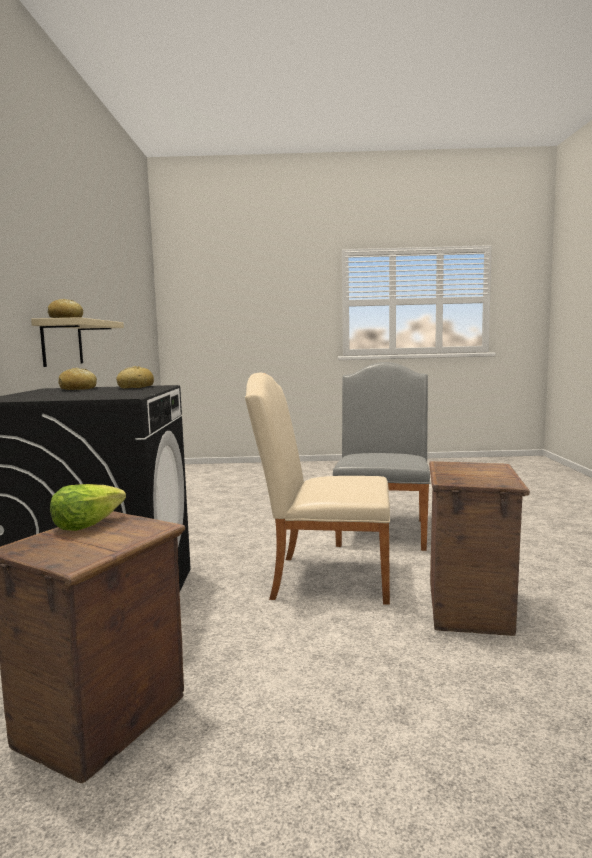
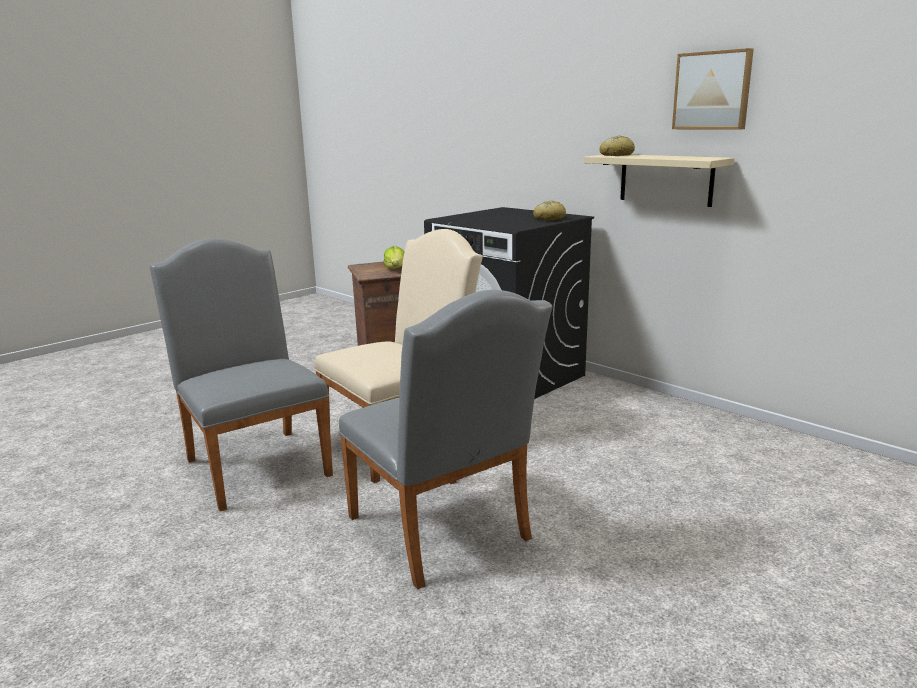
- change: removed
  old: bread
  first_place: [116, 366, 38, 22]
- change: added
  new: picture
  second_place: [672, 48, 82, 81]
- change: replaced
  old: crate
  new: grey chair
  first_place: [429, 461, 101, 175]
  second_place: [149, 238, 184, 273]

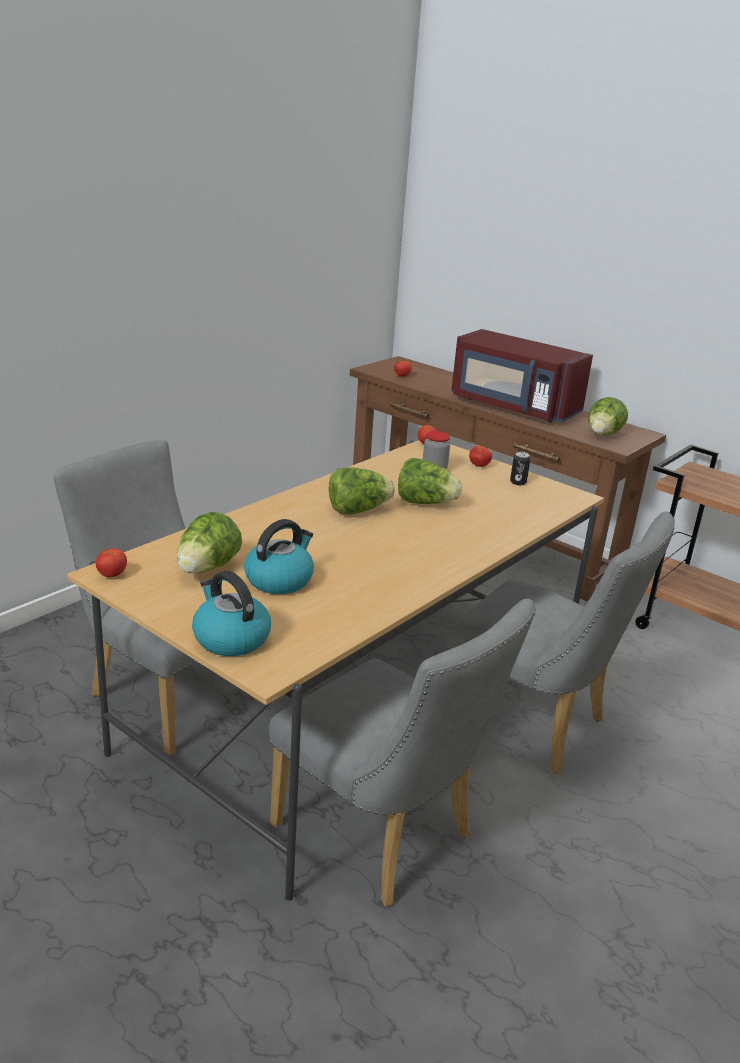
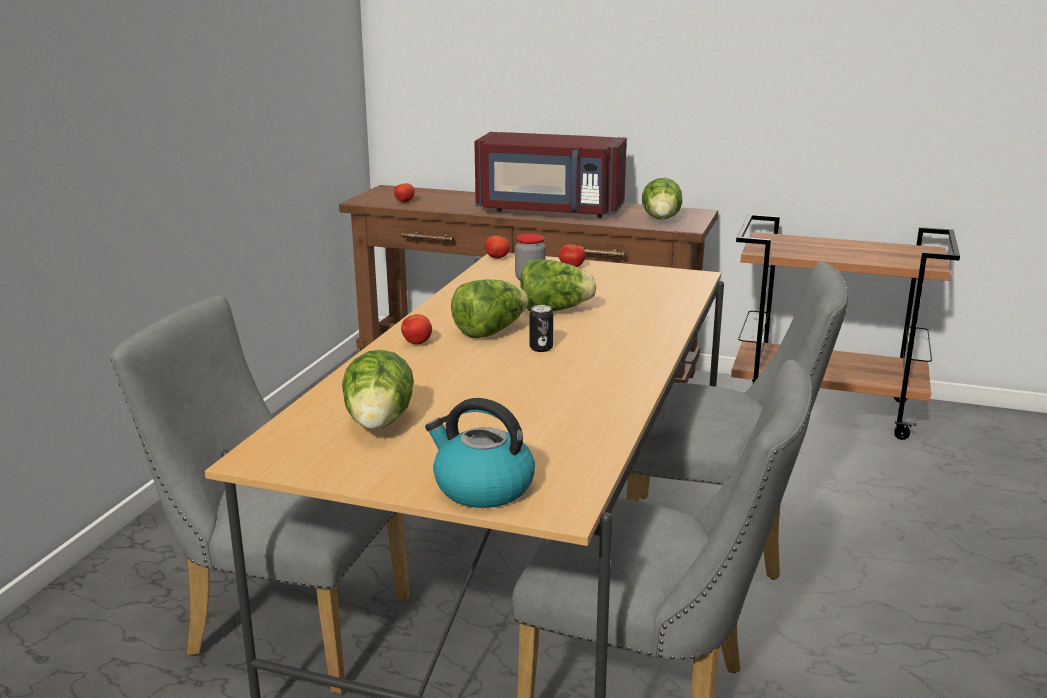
- change: removed
  old: kettle
  first_place: [244, 519, 70, 75]
- change: moved
  old: tomato
  first_place: [96, 548, 31, 30]
  second_place: [401, 314, 31, 31]
- change: moved
  old: can
  first_place: [510, 452, 20, 33]
  second_place: [530, 305, 23, 47]

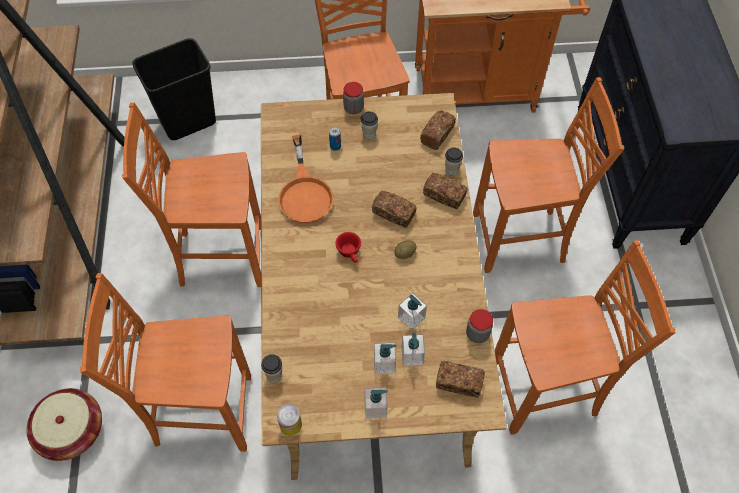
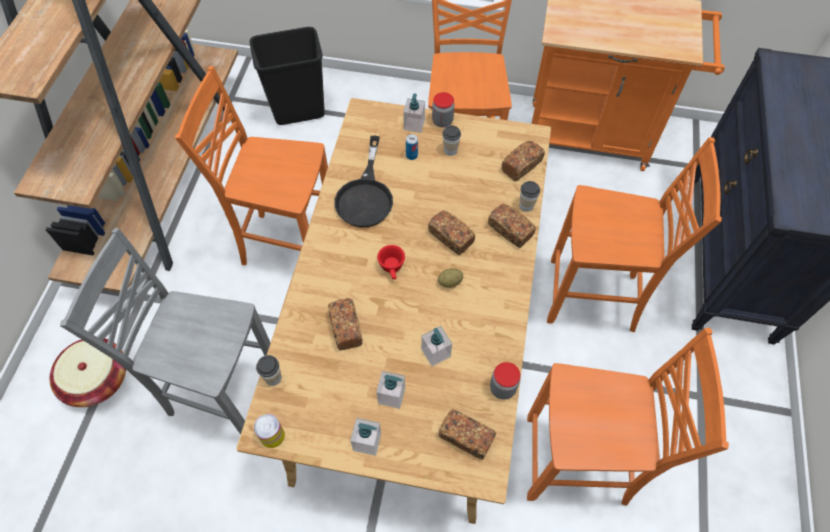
- change: added
  new: bread
  second_place: [328, 298, 35, 52]
- change: moved
  old: soap dispenser
  first_place: [401, 333, 24, 33]
  second_place: [403, 93, 22, 40]
- change: recoloured
  old: orange chair
  new: grey chair
  first_place: [80, 273, 171, 179]
  second_place: [60, 227, 210, 208]
- change: recoloured
  old: orange frying pan
  new: black frying pan
  first_place: [278, 135, 55, 88]
  second_place: [334, 136, 59, 91]

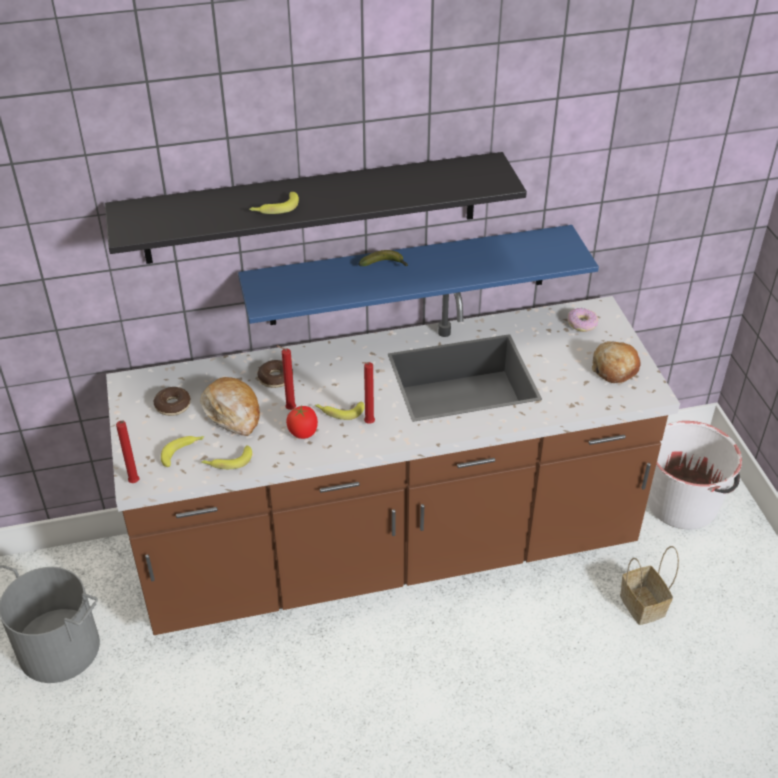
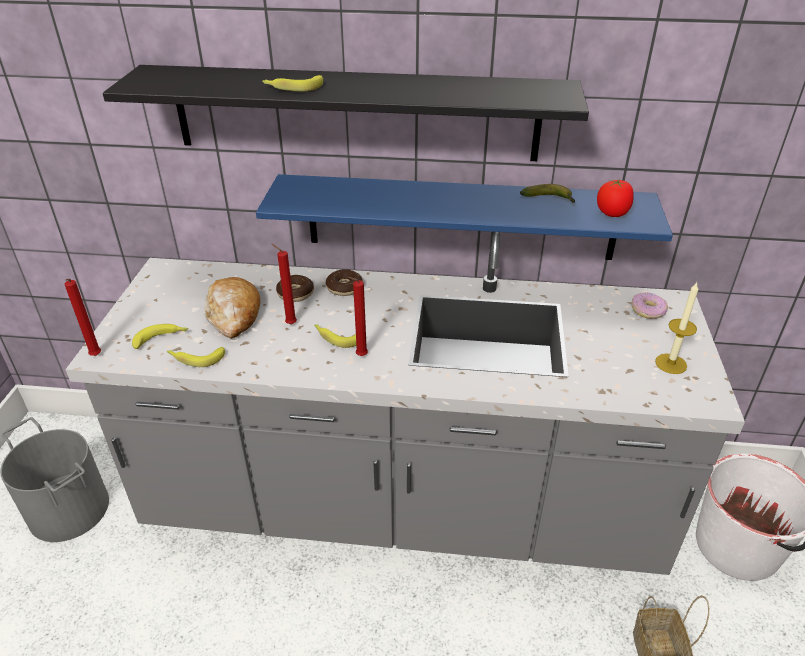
- change: moved
  old: donut
  first_place: [153, 387, 38, 29]
  second_place: [326, 269, 37, 27]
- change: moved
  old: tomato
  first_place: [286, 406, 32, 33]
  second_place: [597, 179, 37, 38]
- change: moved
  old: banana
  first_place: [358, 250, 50, 16]
  second_place: [520, 184, 55, 19]
- change: replaced
  old: bread
  new: candle
  first_place: [592, 341, 49, 42]
  second_place: [655, 283, 44, 91]
- change: recoloured
  old: brown counter
  new: grey counter
  first_place: [106, 292, 574, 343]
  second_place: [65, 232, 680, 343]

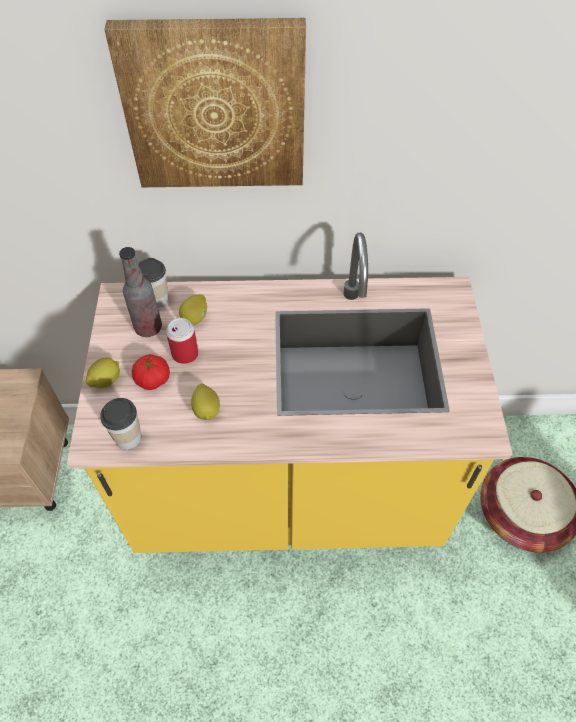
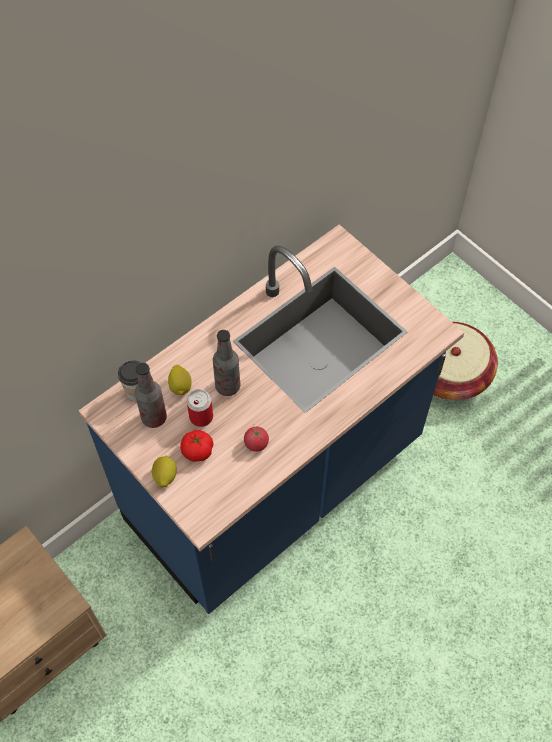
- change: removed
  old: cup
  first_place: [100, 398, 41, 52]
- change: removed
  old: picture
  first_place: [104, 18, 202, 169]
- change: added
  new: bottle
  second_place: [213, 330, 27, 66]
- change: replaced
  old: lemon
  new: tomato
  first_place: [191, 384, 29, 36]
  second_place: [244, 424, 25, 28]
- change: recoloured
  old: yellow counter
  new: blue counter
  first_place: [67, 233, 446, 320]
  second_place: [79, 224, 385, 390]

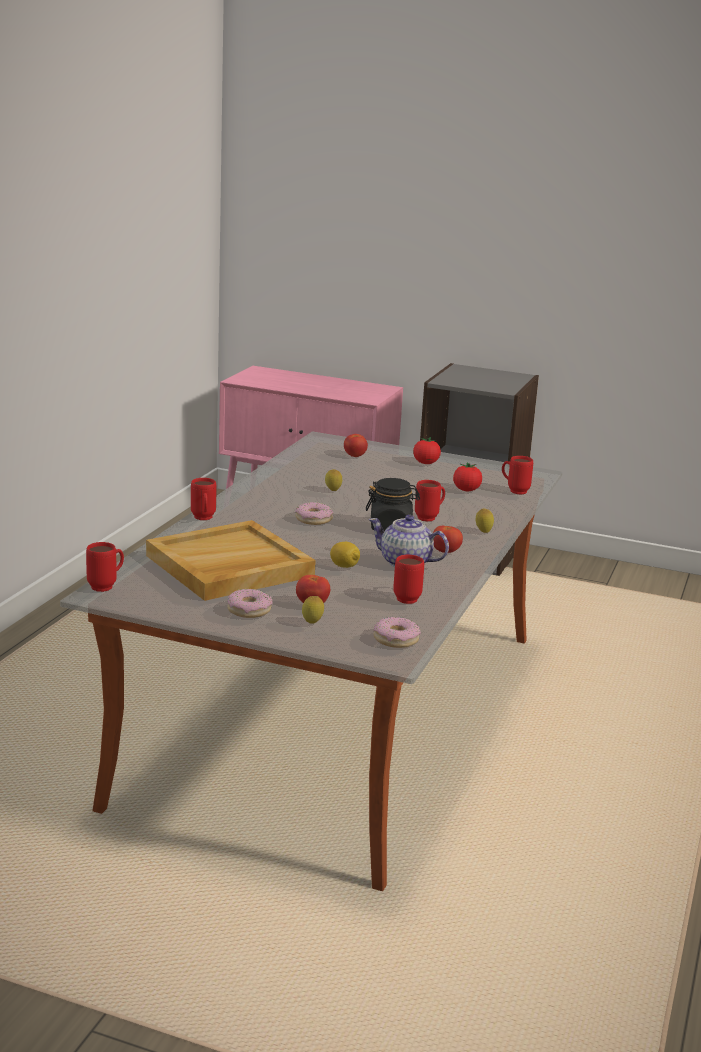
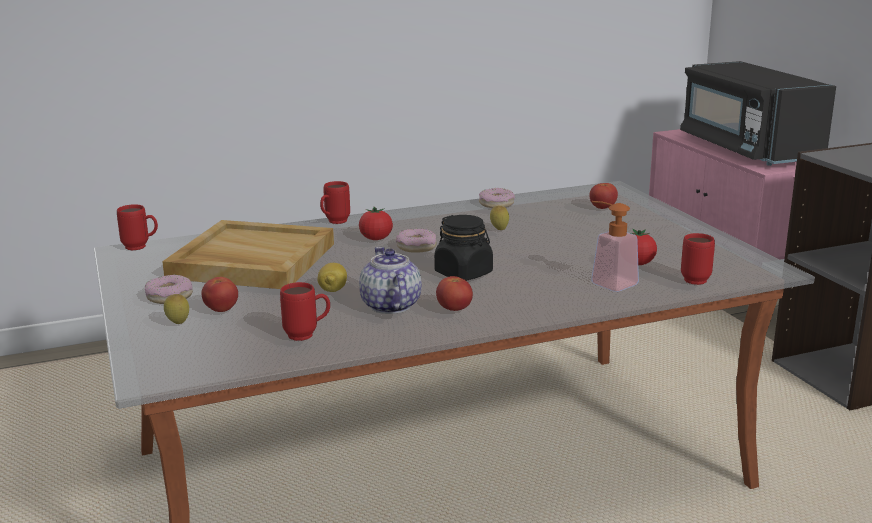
- change: removed
  old: red mug
  first_place: [415, 480, 30, 41]
- change: removed
  old: lemon
  first_place: [476, 508, 18, 25]
- change: added
  new: soap dispenser
  second_place: [591, 201, 48, 91]
- change: added
  new: black microwave
  second_place: [680, 61, 156, 105]
- change: moved
  old: donut
  first_place: [373, 617, 48, 31]
  second_place: [479, 188, 36, 20]
- change: moved
  old: tomato
  first_place: [413, 437, 28, 27]
  second_place: [359, 207, 34, 33]

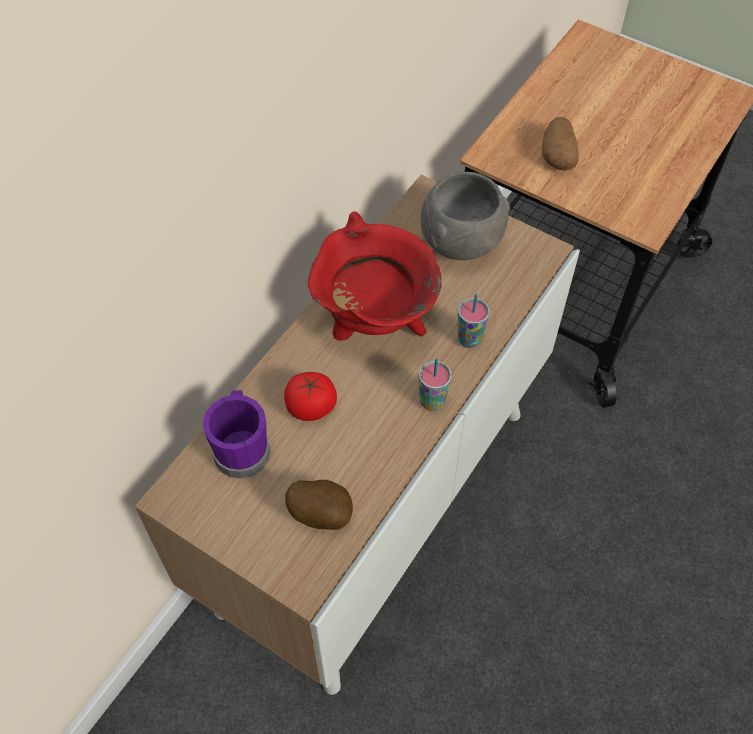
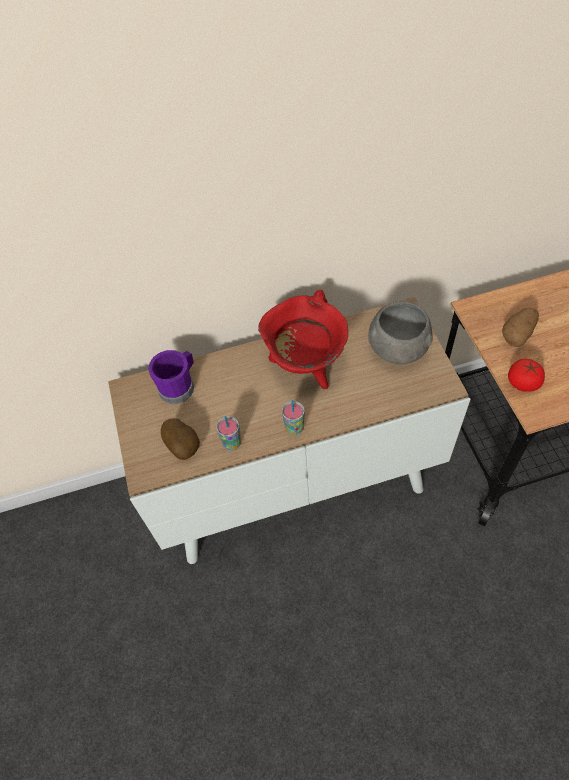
- change: moved
  old: tomato
  first_place: [284, 372, 53, 49]
  second_place: [508, 358, 37, 34]
- change: moved
  old: cup
  first_place: [457, 294, 33, 54]
  second_place: [216, 416, 25, 35]

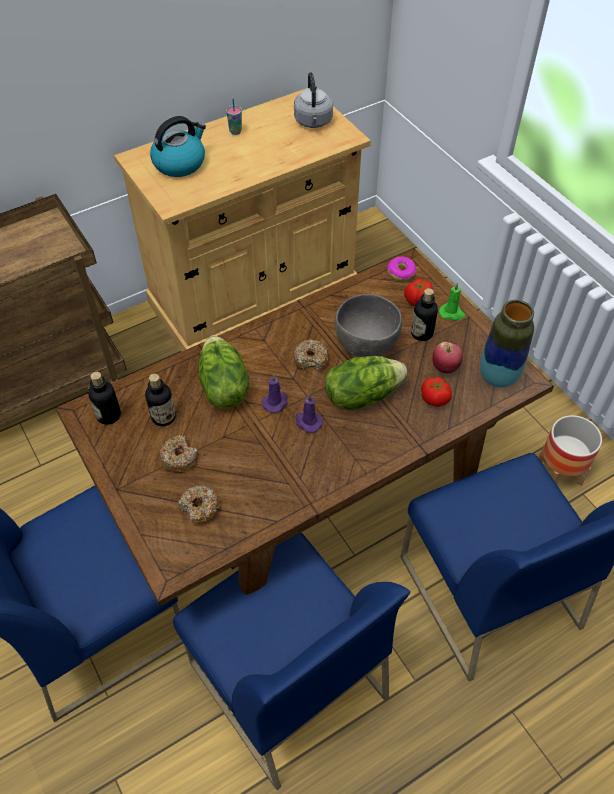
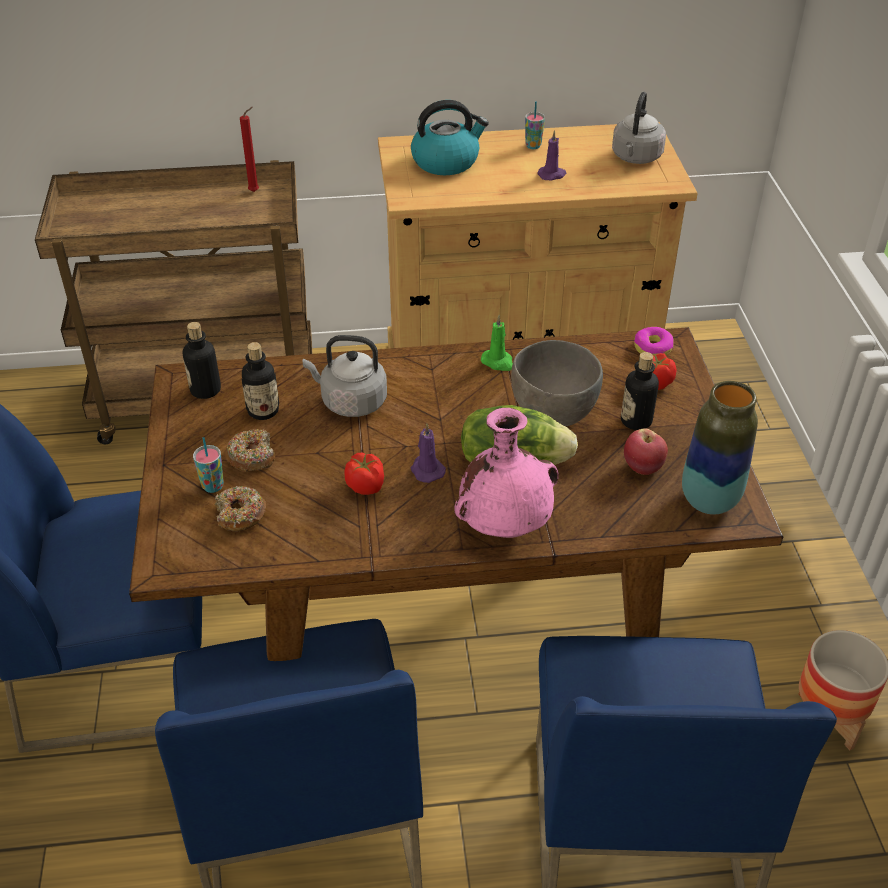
- change: removed
  old: donut
  first_place: [293, 340, 36, 30]
- change: added
  new: cup
  second_place: [193, 437, 31, 56]
- change: added
  new: red candle
  second_place: [240, 107, 19, 85]
- change: added
  new: pink vase
  second_place: [454, 408, 105, 130]
- change: moved
  old: purple candle
  first_place: [262, 374, 26, 39]
  second_place: [537, 130, 30, 51]
- change: moved
  old: tomato
  first_place: [421, 377, 31, 30]
  second_place: [345, 452, 39, 43]
- change: moved
  old: green candle
  first_place: [439, 282, 27, 39]
  second_place: [481, 315, 32, 56]
- change: replaced
  old: lettuce
  new: grey kettle
  first_place: [198, 336, 51, 73]
  second_place: [303, 335, 84, 82]

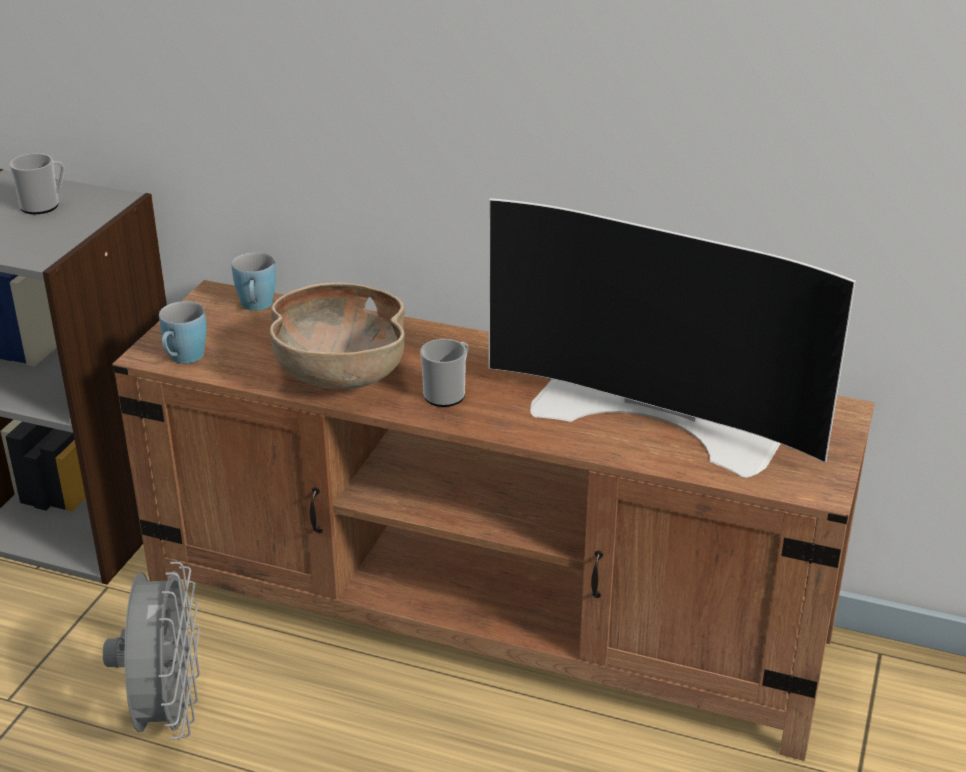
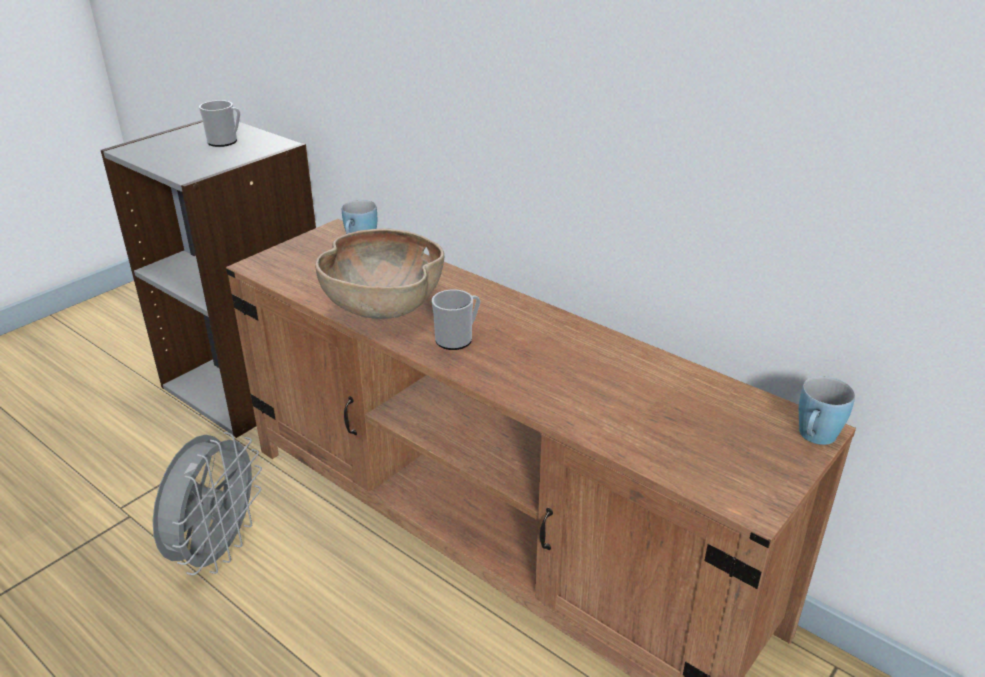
- change: removed
  old: television
  first_place: [489, 198, 367, 280]
- change: moved
  old: blue mug
  first_place: [159, 301, 48, 62]
  second_place: [799, 376, 56, 69]

